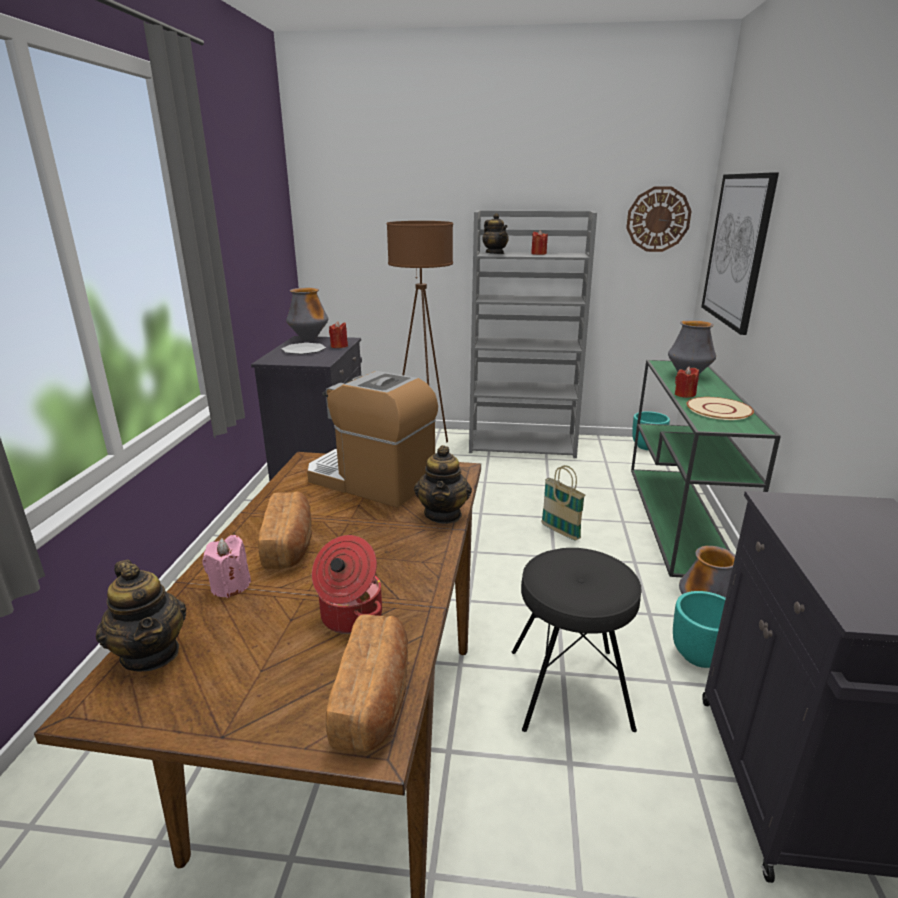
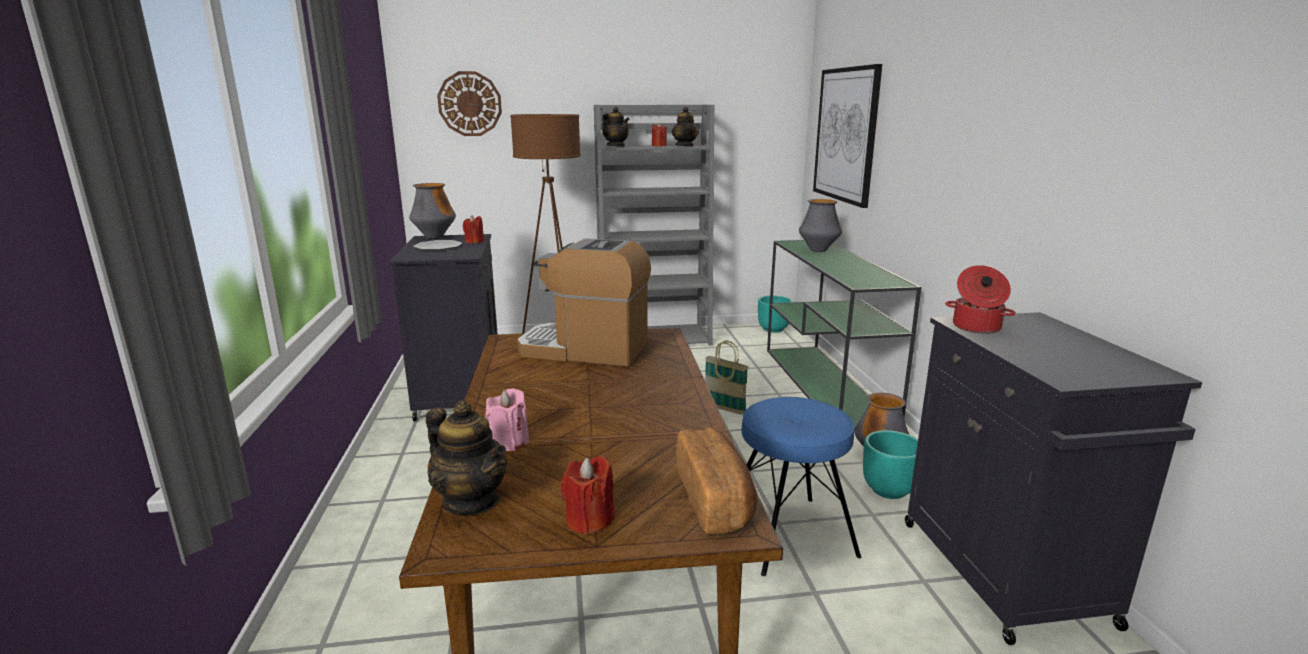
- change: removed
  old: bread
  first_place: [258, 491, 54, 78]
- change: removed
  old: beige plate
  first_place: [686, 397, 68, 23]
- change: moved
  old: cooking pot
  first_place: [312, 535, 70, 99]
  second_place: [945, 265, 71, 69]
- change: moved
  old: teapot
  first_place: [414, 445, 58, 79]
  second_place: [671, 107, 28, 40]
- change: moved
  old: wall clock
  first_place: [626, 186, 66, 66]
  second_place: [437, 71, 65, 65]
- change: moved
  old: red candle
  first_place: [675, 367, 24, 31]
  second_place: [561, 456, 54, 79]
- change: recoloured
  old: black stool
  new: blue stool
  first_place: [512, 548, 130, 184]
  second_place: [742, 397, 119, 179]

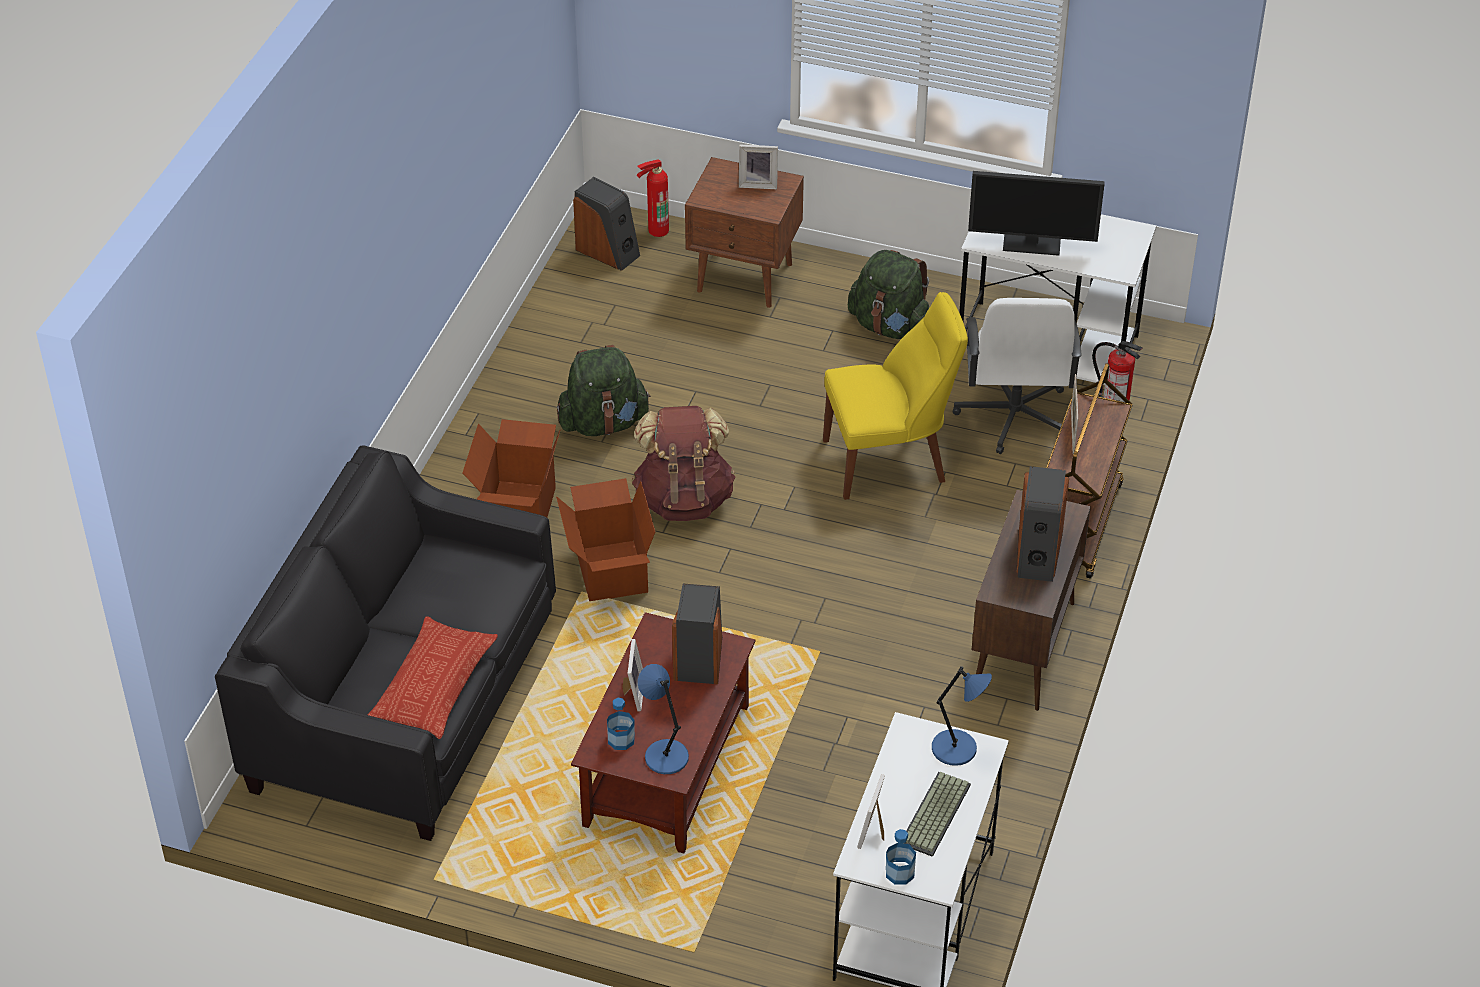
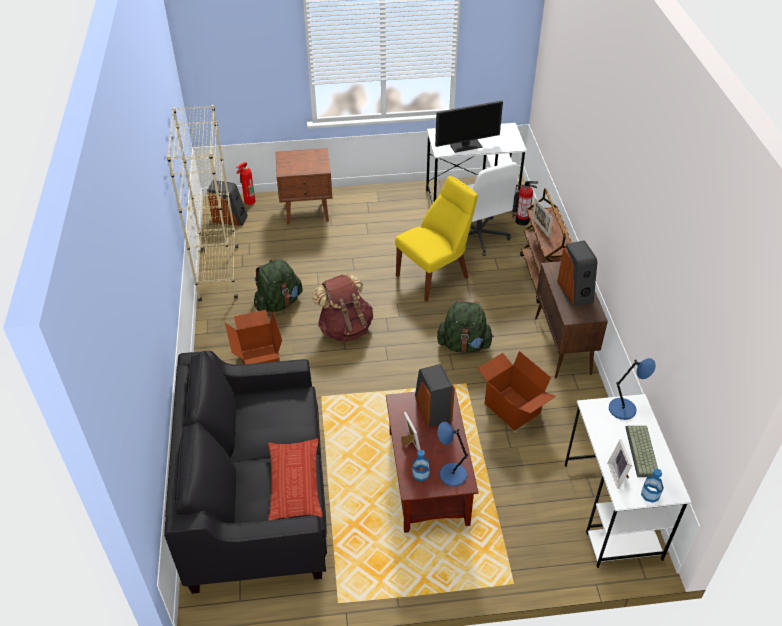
- change: removed
  old: picture frame
  first_place: [739, 144, 39, 45]
- change: added
  new: beige bookcase
  second_place: [167, 105, 71, 196]
- change: moved
  old: cardboard box
  first_place: [556, 478, 99, 123]
  second_place: [478, 351, 78, 80]
- change: moved
  old: green backpack
  first_place: [848, 250, 82, 89]
  second_place: [437, 301, 57, 52]

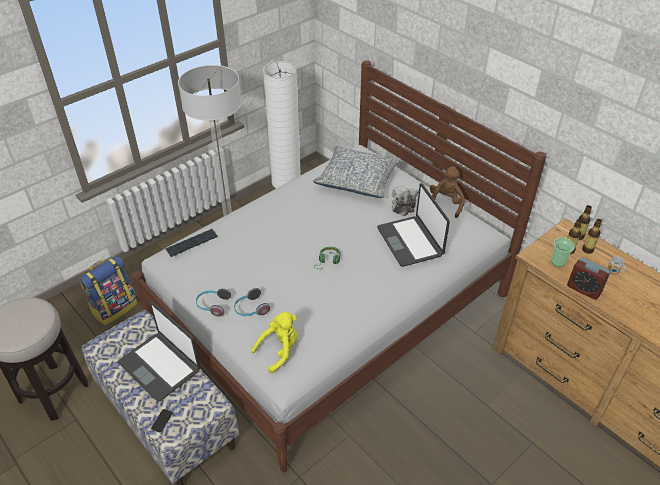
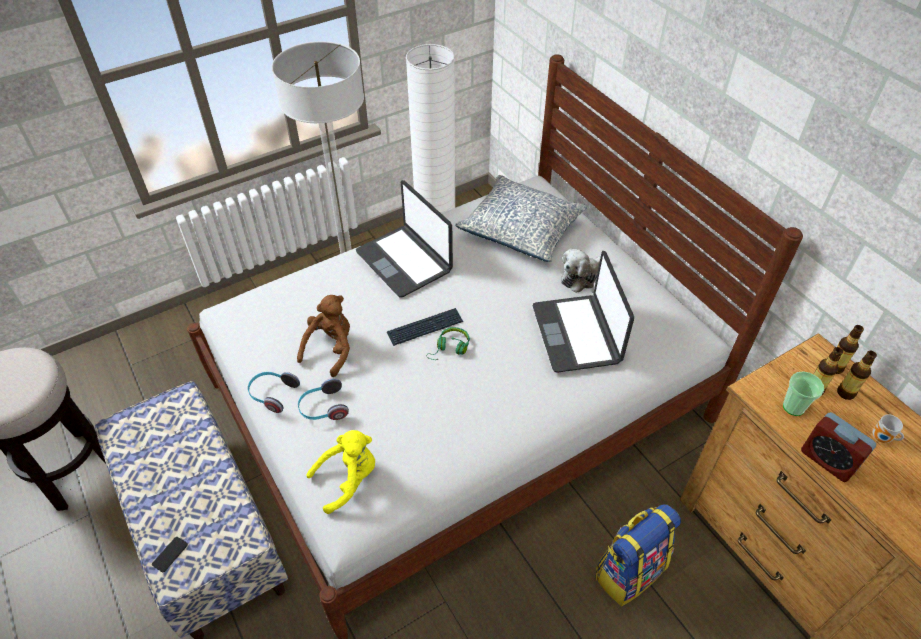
- change: moved
  old: backpack
  first_place: [80, 256, 58, 70]
  second_place: [596, 504, 85, 102]
- change: moved
  old: laptop
  first_place: [118, 301, 83, 101]
  second_place: [356, 180, 97, 118]
- change: moved
  old: keyboard
  first_place: [166, 229, 52, 28]
  second_place: [387, 308, 76, 38]
- change: moved
  old: brown plush toy
  first_place: [430, 167, 35, 51]
  second_place: [297, 295, 53, 82]

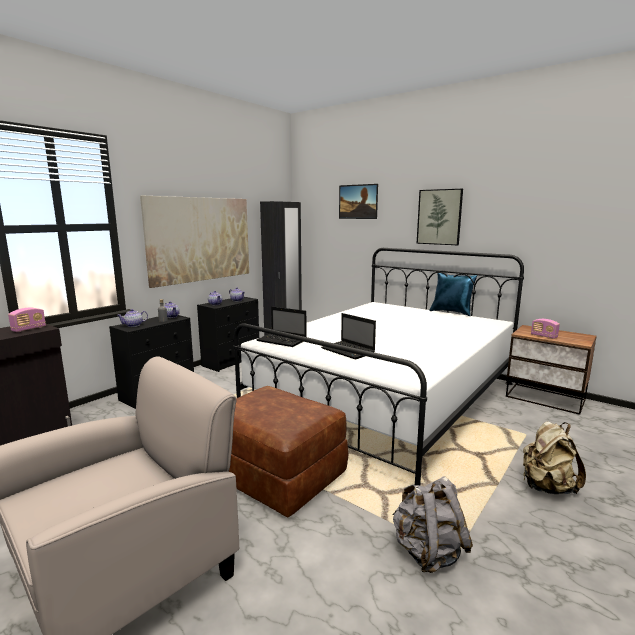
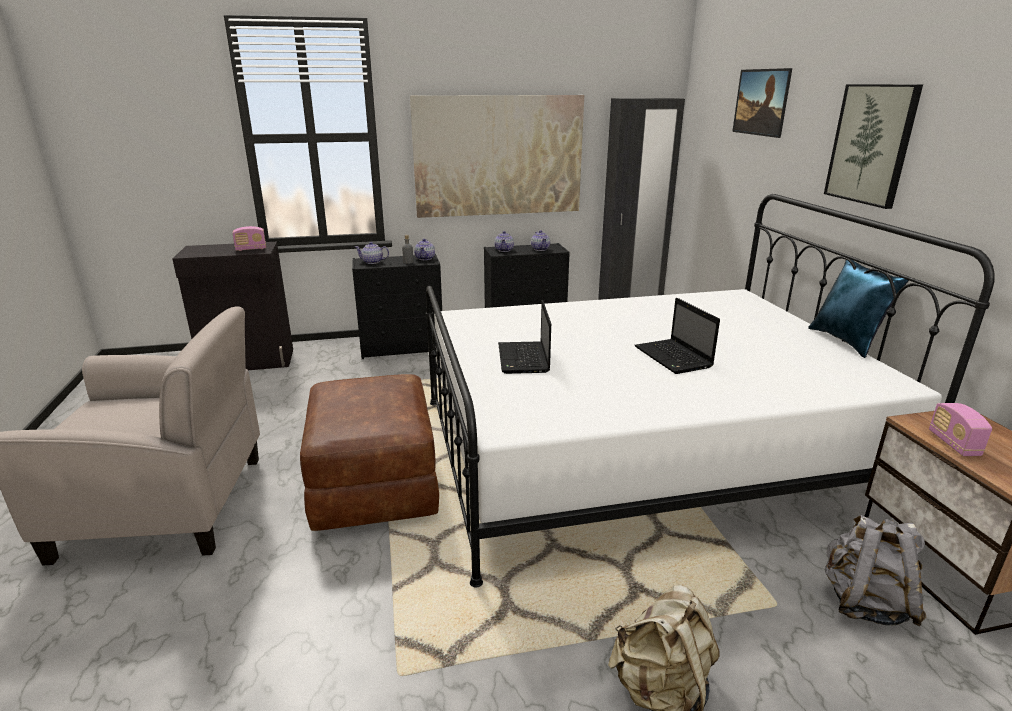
- change: moved
  old: laptop
  first_place: [256, 307, 51, 40]
  second_place: [634, 298, 86, 76]
- change: moved
  old: grey backpack
  first_place: [393, 476, 80, 97]
  second_place: [825, 515, 101, 111]

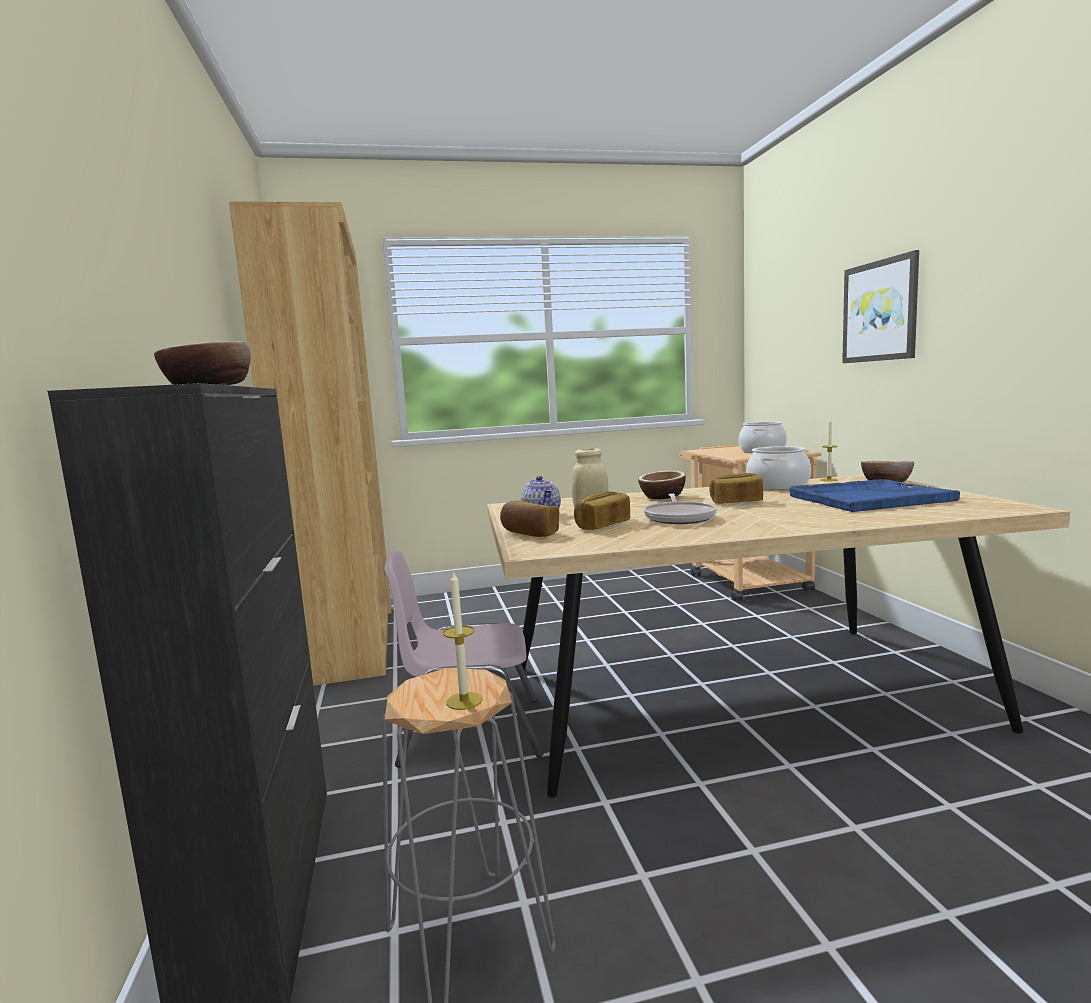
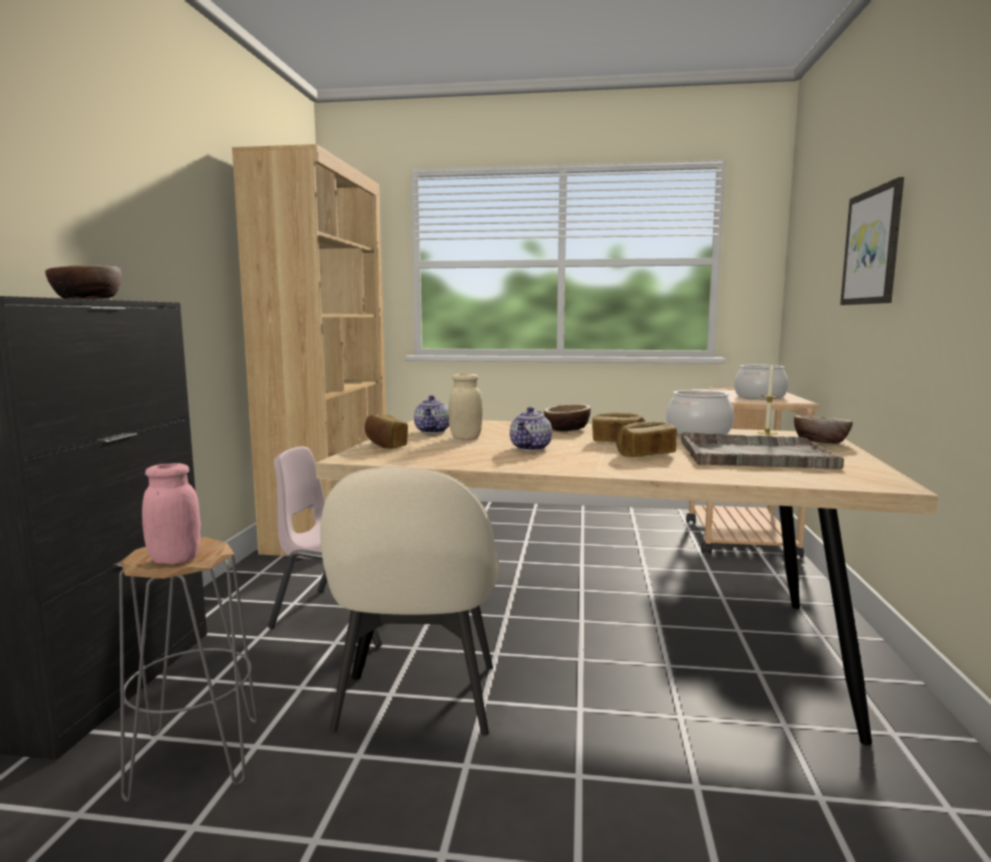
- change: added
  new: beige chair
  second_place: [320, 466, 180, 270]
- change: moved
  old: bread
  first_place: [574, 492, 56, 38]
  second_place: [616, 421, 61, 36]
- change: replaced
  old: candle
  new: pink jar
  first_place: [443, 570, 39, 140]
  second_place: [142, 463, 59, 101]
- change: replaced
  old: frying pan
  new: teapot
  first_place: [644, 493, 73, 31]
  second_place: [510, 407, 42, 44]
- change: recoloured
  old: blue tray
  new: grey tray
  first_place: [789, 479, 171, 33]
  second_place: [681, 432, 163, 37]

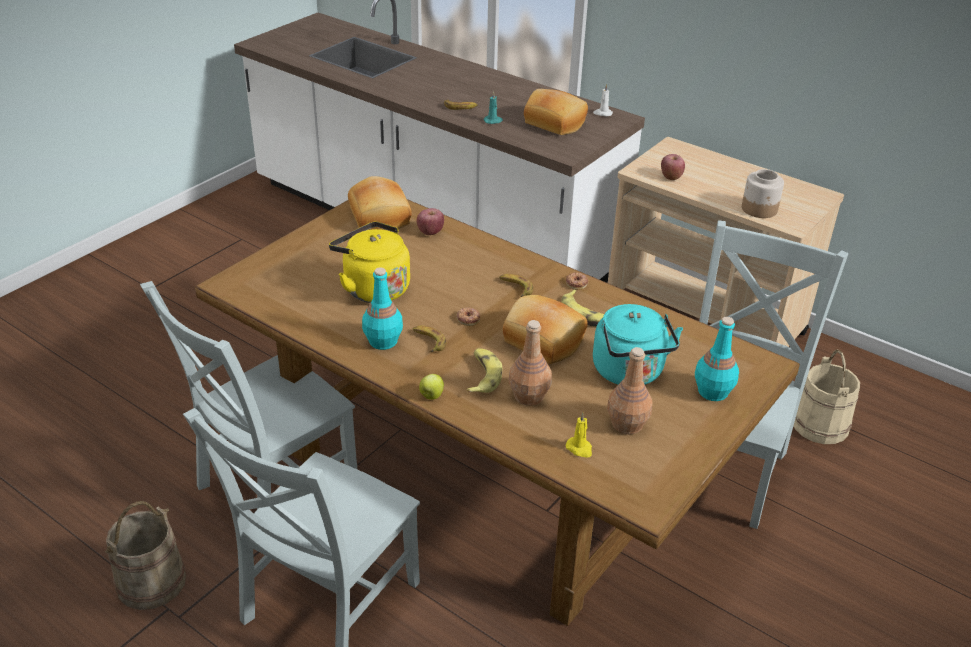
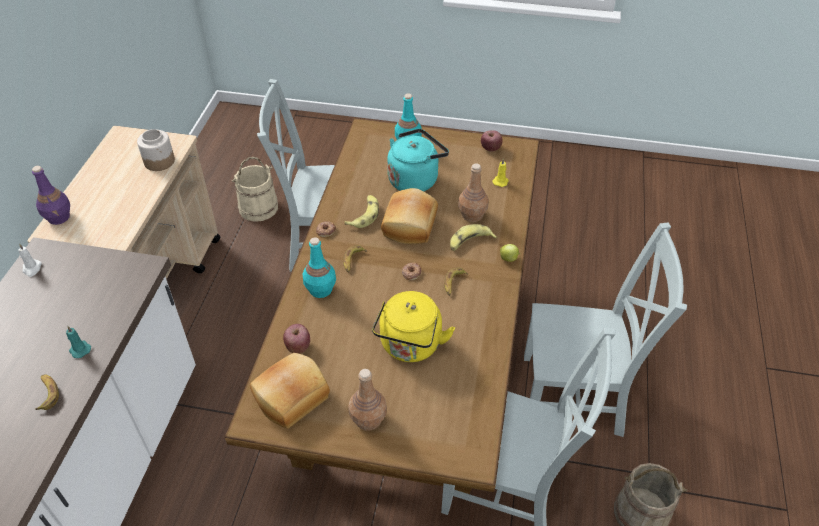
- change: removed
  old: bread
  first_place: [524, 89, 64, 46]
- change: added
  new: purple bottle
  second_place: [32, 166, 38, 59]
- change: moved
  old: turquoise bottle
  first_place: [362, 267, 41, 83]
  second_place: [303, 237, 33, 61]
- change: moved
  old: brown bottle
  first_place: [607, 347, 46, 87]
  second_place: [349, 369, 38, 62]
- change: moved
  old: apple
  first_place: [661, 154, 24, 26]
  second_place: [481, 130, 22, 21]

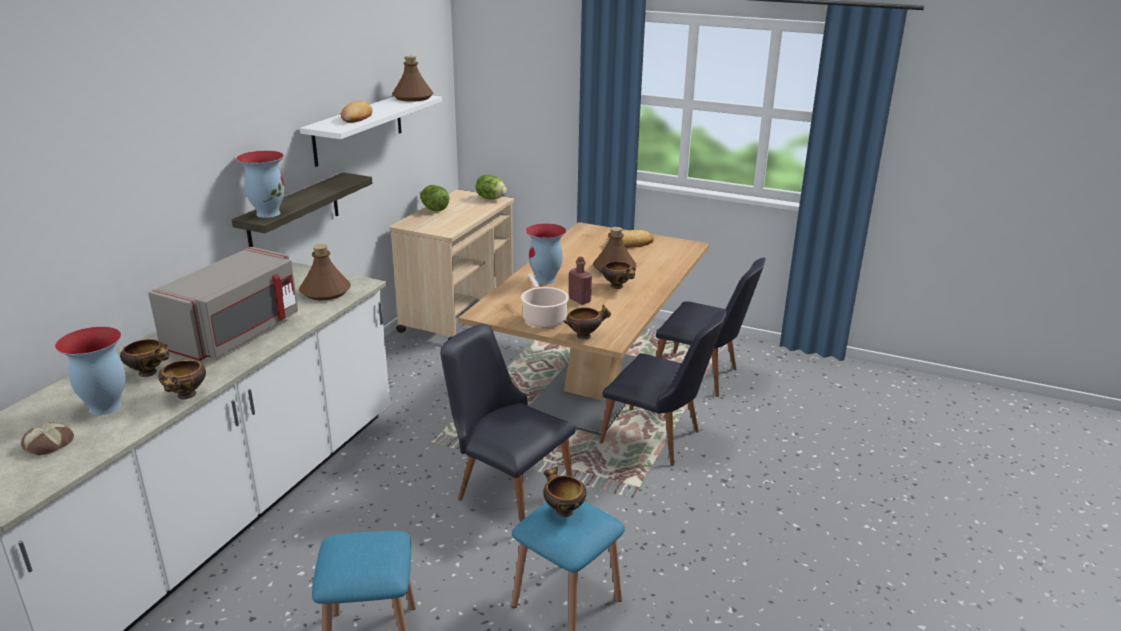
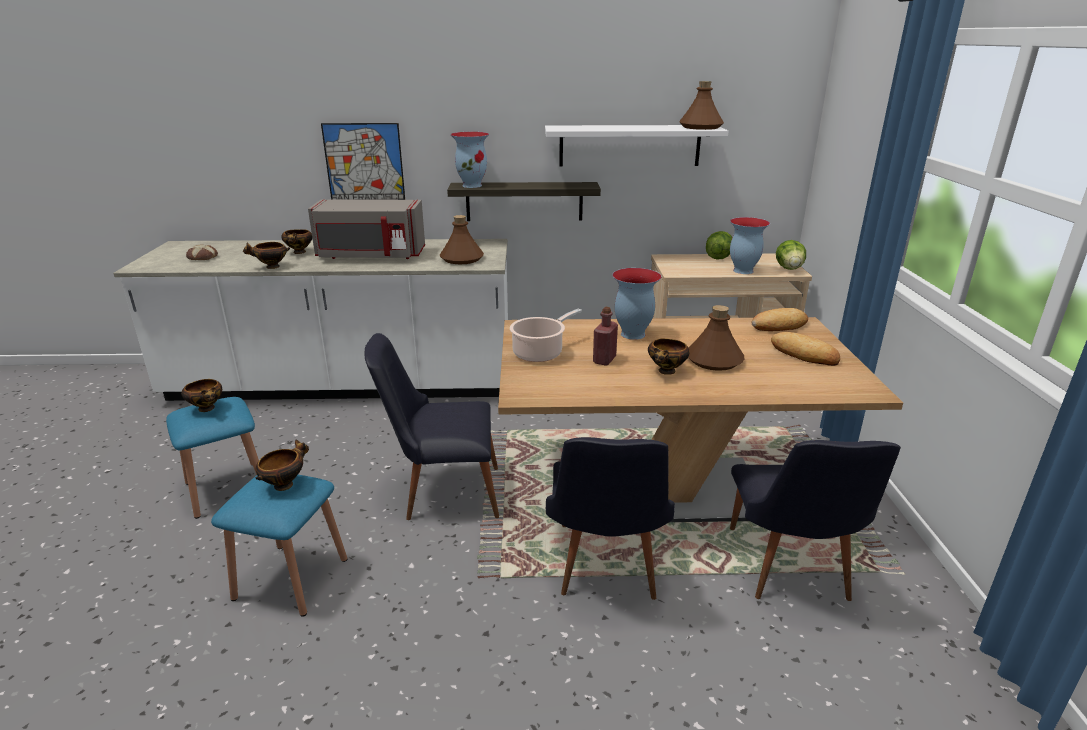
- change: added
  new: picture
  second_place: [321, 123, 84, 77]
- change: moved
  old: vase
  first_place: [55, 326, 71, 89]
  second_place: [730, 217, 40, 57]
- change: moved
  old: bread
  first_place: [341, 101, 31, 22]
  second_place: [752, 308, 56, 23]
- change: moved
  old: bowl
  first_place: [564, 305, 47, 35]
  second_place: [181, 379, 41, 33]
- change: turned
  old: black chair
  first_place: [440, 324, 136, 198]
  second_place: [365, 333, 134, 187]
  degrees: -105

